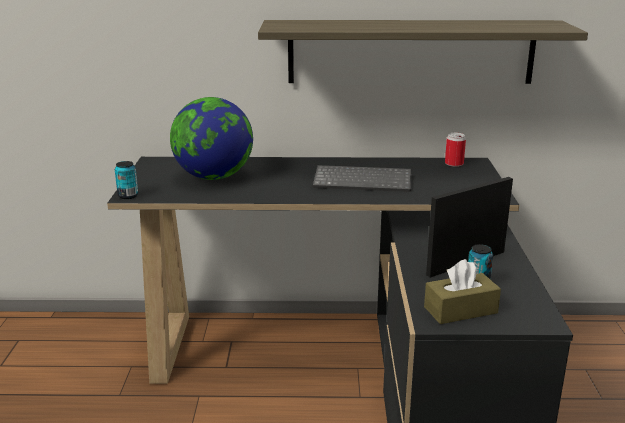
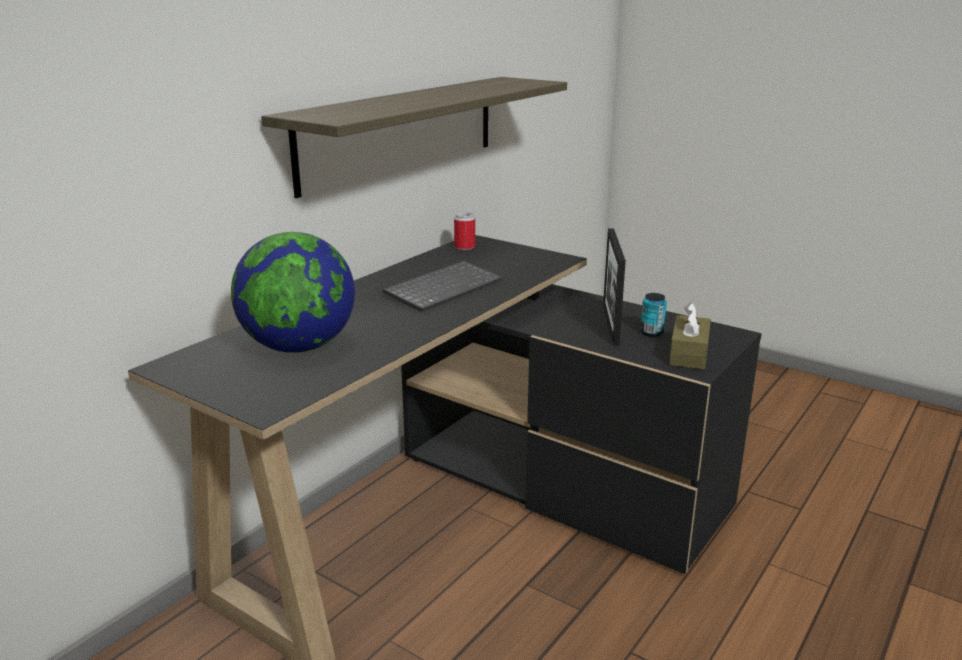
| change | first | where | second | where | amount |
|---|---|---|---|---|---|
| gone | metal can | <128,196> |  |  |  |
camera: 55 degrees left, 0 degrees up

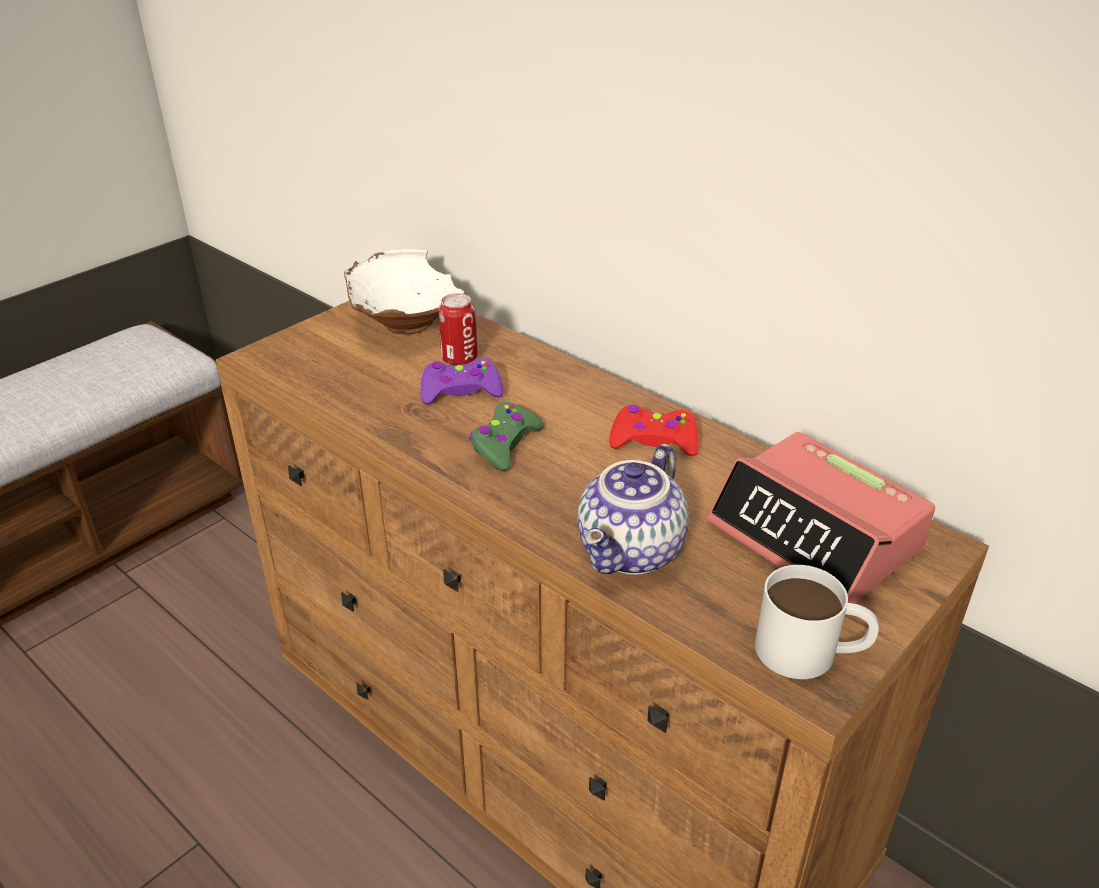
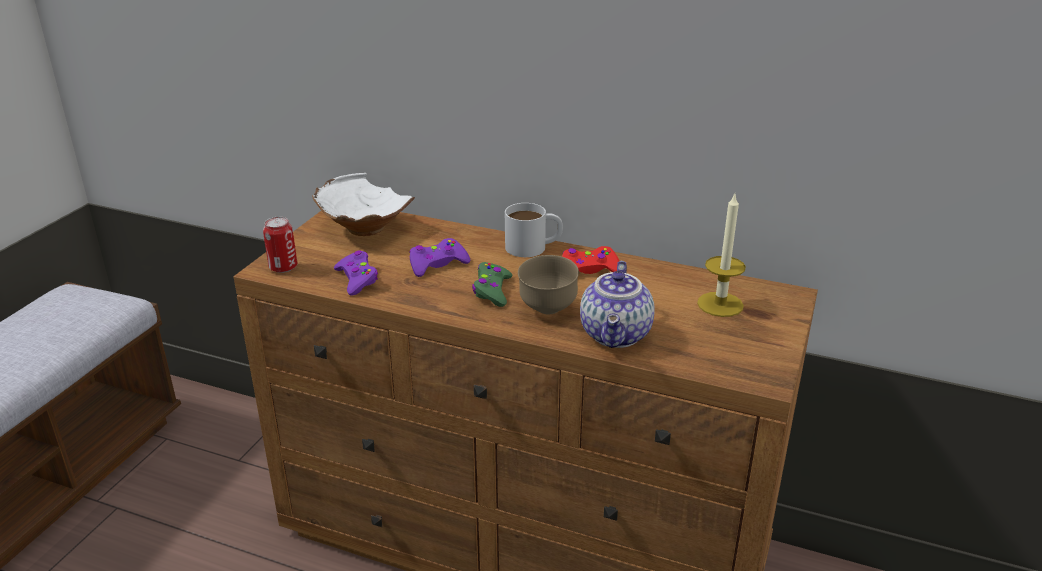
| change | first | where | second | where | amount |
|---|---|---|---|---|---|
| shifted | metal can | <459,359> |  | <283,267> |  |
| swapped | table clock | <815,537> | candle | <720,304> |  |
| shifted | white-coloured mug | <811,651> |  | <533,247> |  |
| new |  |  | purplish game controller | <357,279> |  |
| new |  |  | brownish bowl | <547,310> |  |
camera: 20 degrees left, 5 degrees down

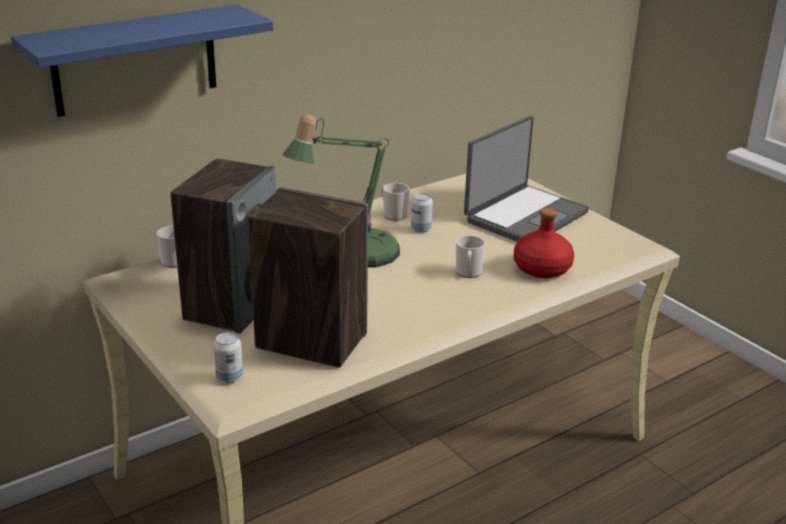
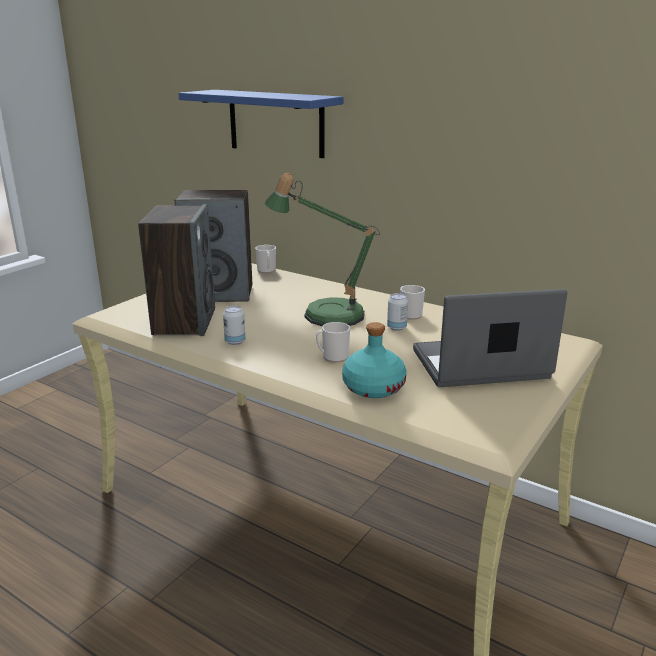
| change | first | where | second | where | amount |
|---|---|---|---|---|---|
| rotated | portable computer | <524,216> |  | <480,366> | 150 degrees clockwise |
| repainted | reddish bottle | <541,268> | turquoise bottle | <373,387> |  |
| shifted | metal can | <229,377> |  | <235,341> |  |
camera: 70 degrees right, 5 degrees down

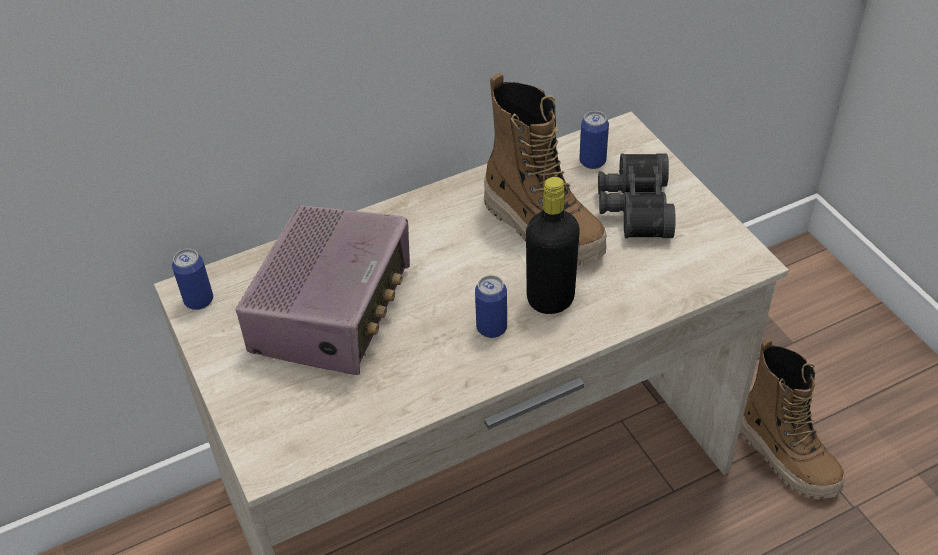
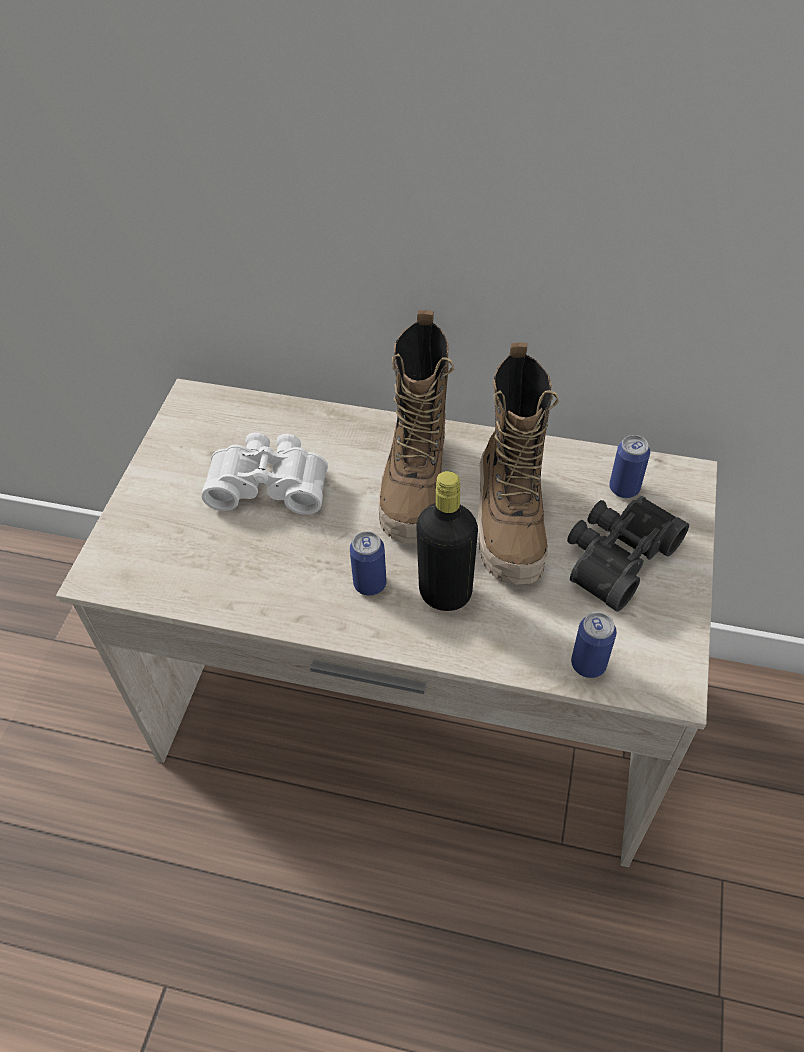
| change | first | where | second | where | amount |
|---|---|---|---|---|---|
| swapped | radio | <333,310> | white-coloured binoculars | <270,483> |  |
| shifted | metal can | <199,300> |  | <588,664> |  |
| shifted | boot | <786,457> |  | <416,487> |  |
camera: 40 degrees right, 5 degrees up

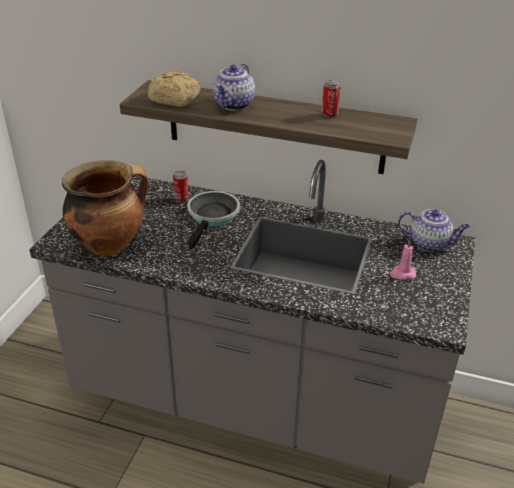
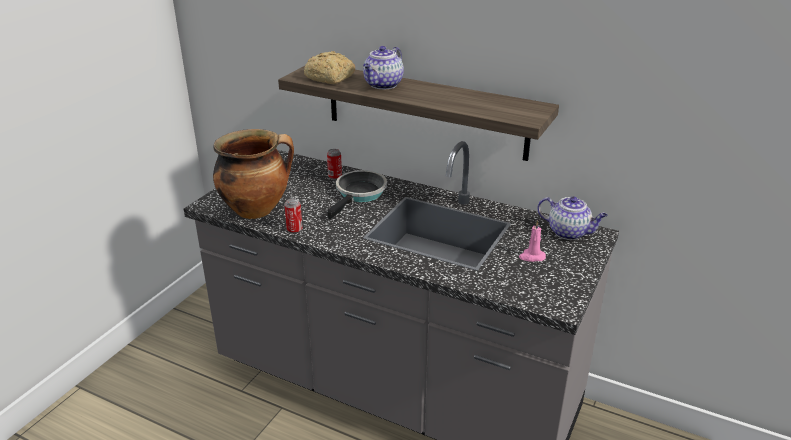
| change | first | where | second | where | amount |
|---|---|---|---|---|---|
| shifted | metal can | <329,114> |  | <294,230> |  |
camera: 10 degrees right, 5 degrees down

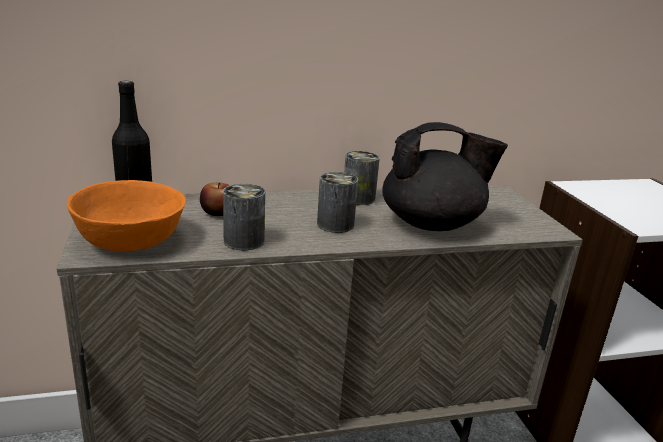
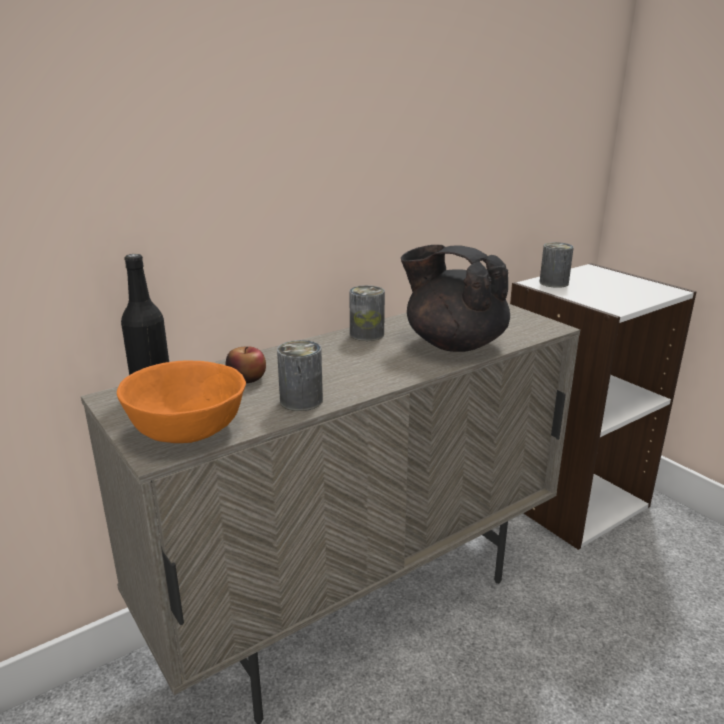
| change | first | where | second | where | amount |
|---|---|---|---|---|---|
| rotated | blackish teapot | <432,224> |  | <453,344> | 120 degrees counterclockwise |
| shifted | metal can | <335,224> |  | <554,283> |  |
camera: 20 degrees left, 0 degrees up

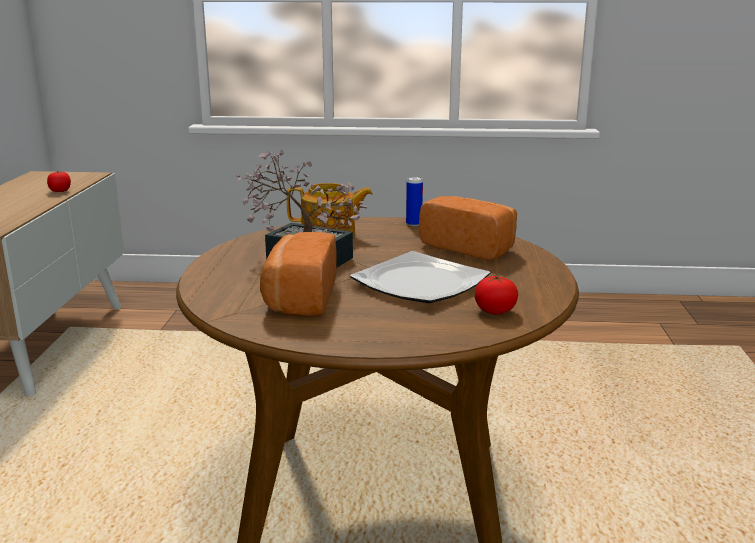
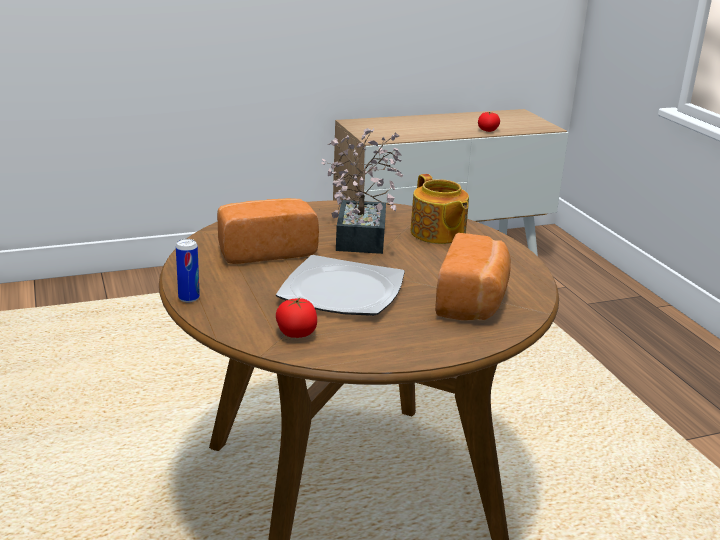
| change | first | where | second | where | amount |
|---|---|---|---|---|---|
| shifted | metal can | <414,224> |  | <189,298> |  |
camera: 65 degrees right, 5 degrees up

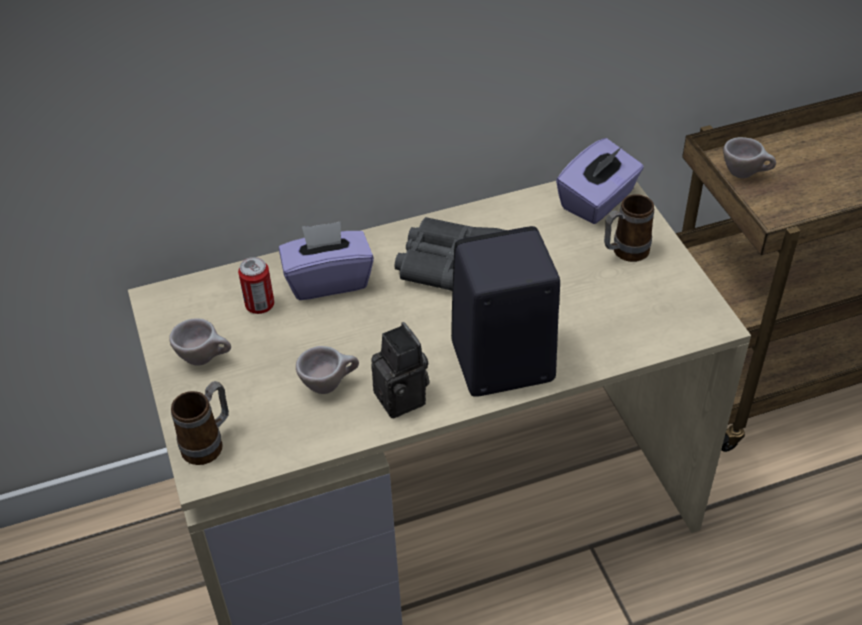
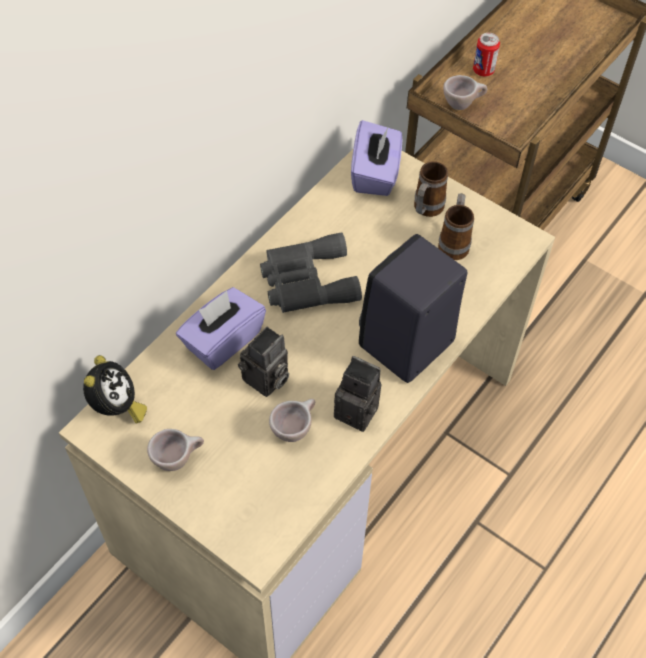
| change | first | where | second | where | amount |
|---|---|---|---|---|---|
| shifted | metal can | <260,305> |  | <483,71> |  |
| shifted | mug | <209,443> |  | <454,243> |  |
| new |  |  | still camera | <266,380> |  |
| new |  |  | table clock | <116,408> |  |
camera: 35 degrees left, 10 degrees up

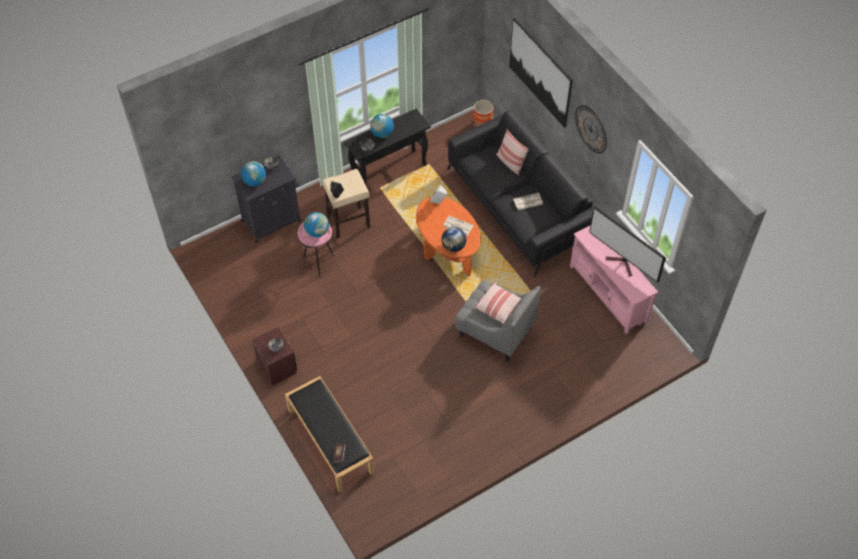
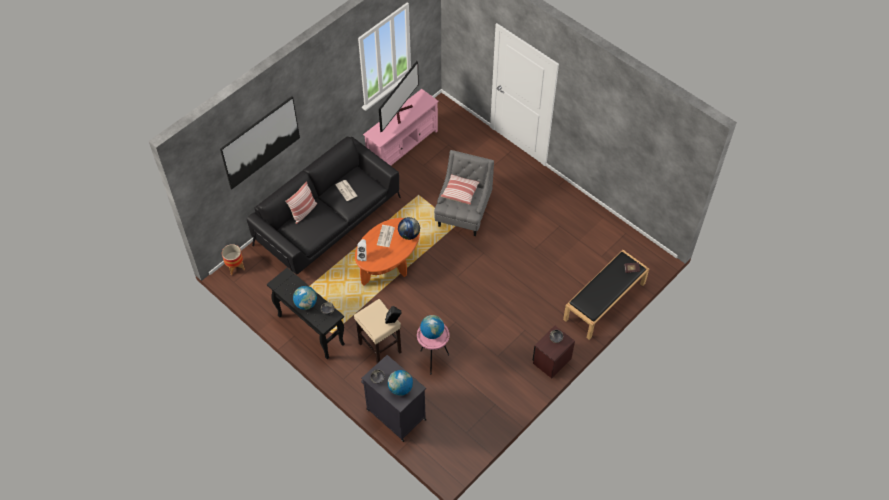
| change | first | where | second | where | amount |
|---|---|---|---|---|---|
| gone | hanging clock | <591,129> |  |  |  |
camera: 105 degrees left, 0 degrees up

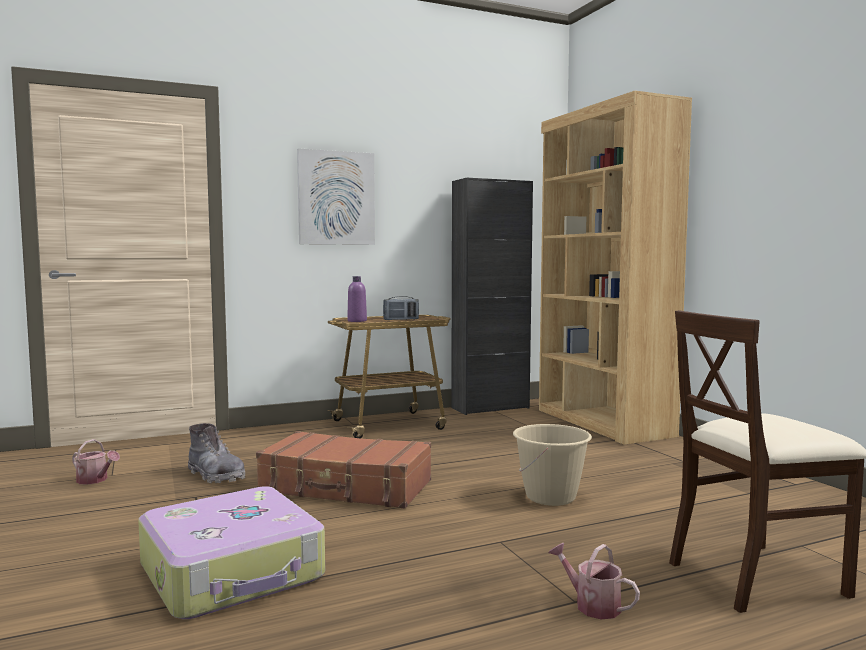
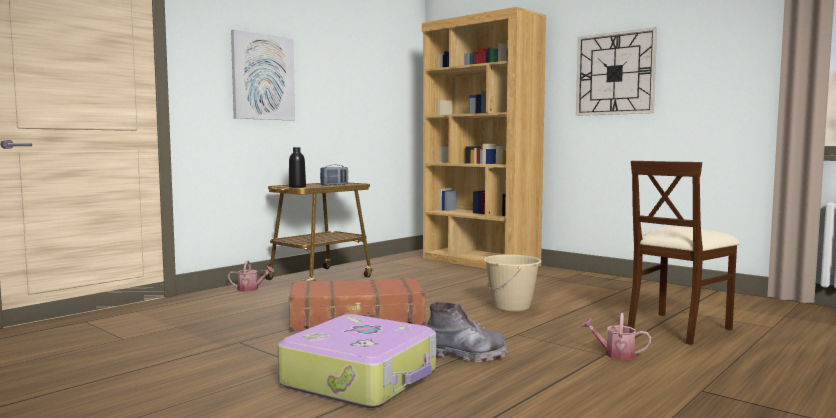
| change | first | where | second | where | amount |
|---|---|---|---|---|---|
| gone | blackish cabinet | <490,408> |  |  |  |
| repainted | purplish bottle | <357,321> | blackish bottle | <297,187> |  |
| shifted | gray boot | <216,475> |  | <465,355> |  |
| shifted | watering pot | <95,480> |  | <251,289> |  |
| new |  |  | hanging clock | <615,73> |  |
camera: 25 degrees left, 0 degrees up

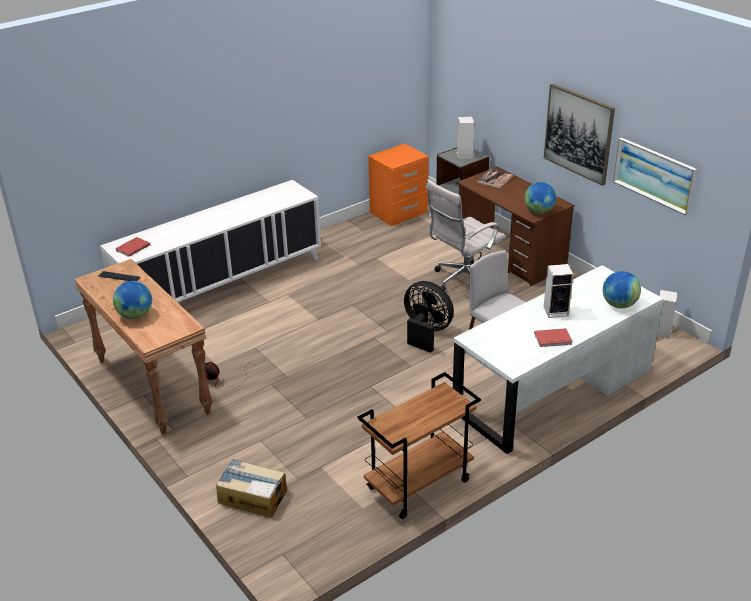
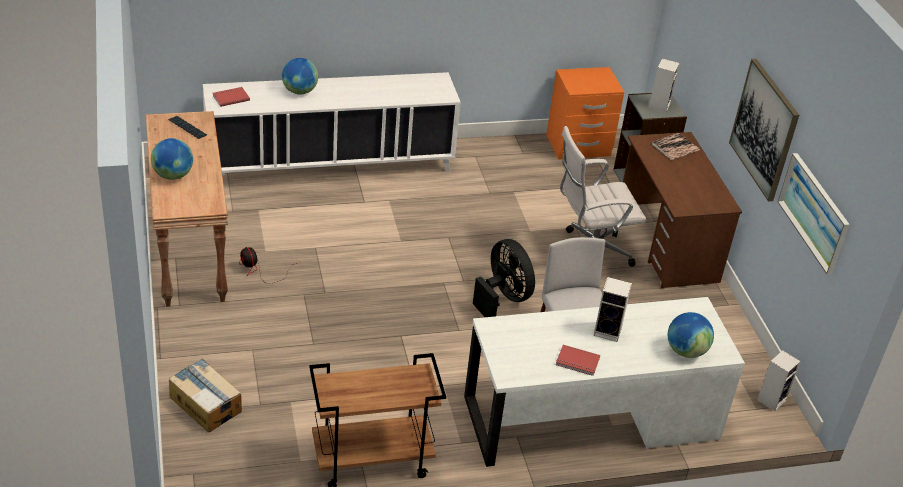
| change | first | where | second | where | amount |
|---|---|---|---|---|---|
| shifted | desk globe | <539,211> |  | <299,91> |  |
camera: 20 degrees right, 5 degrees up

